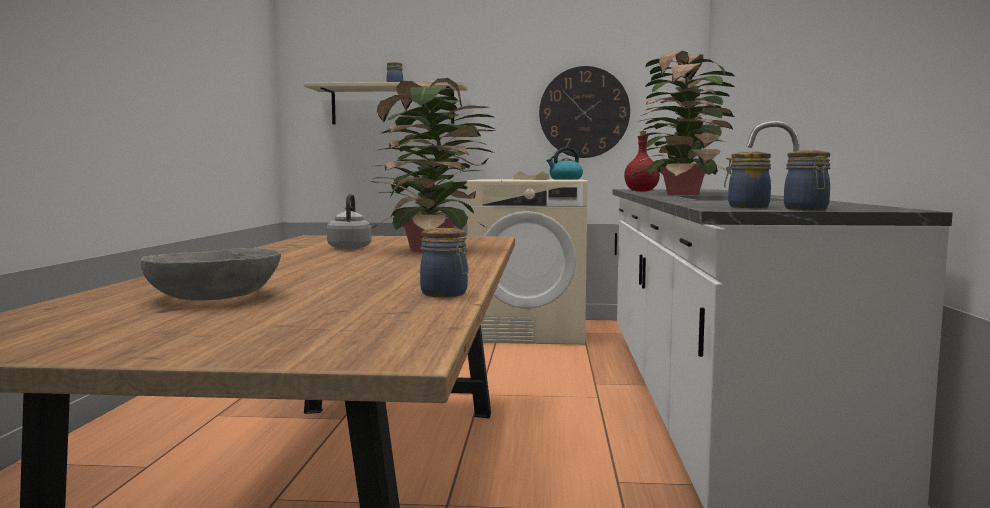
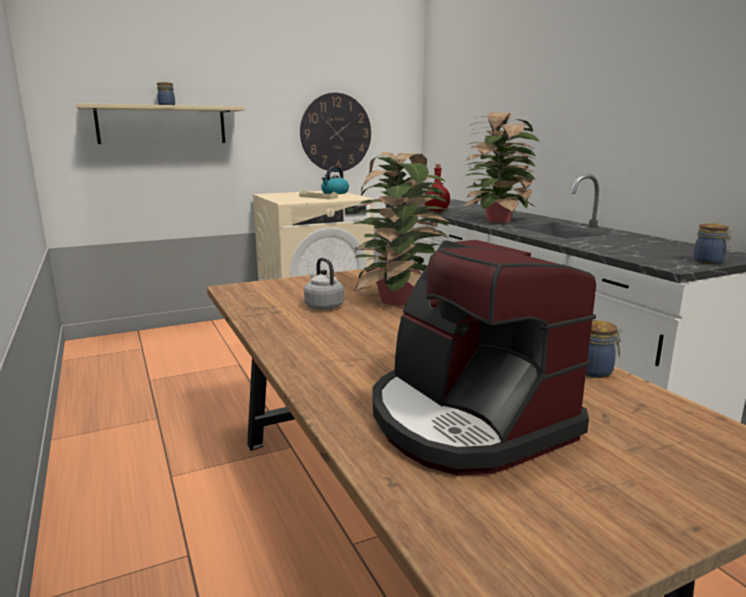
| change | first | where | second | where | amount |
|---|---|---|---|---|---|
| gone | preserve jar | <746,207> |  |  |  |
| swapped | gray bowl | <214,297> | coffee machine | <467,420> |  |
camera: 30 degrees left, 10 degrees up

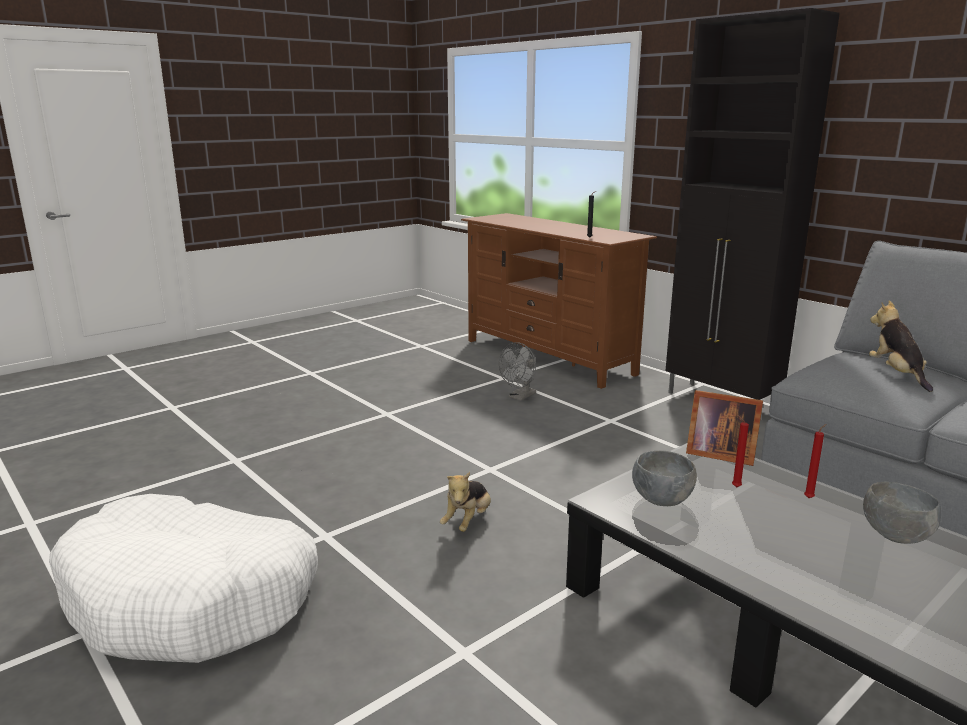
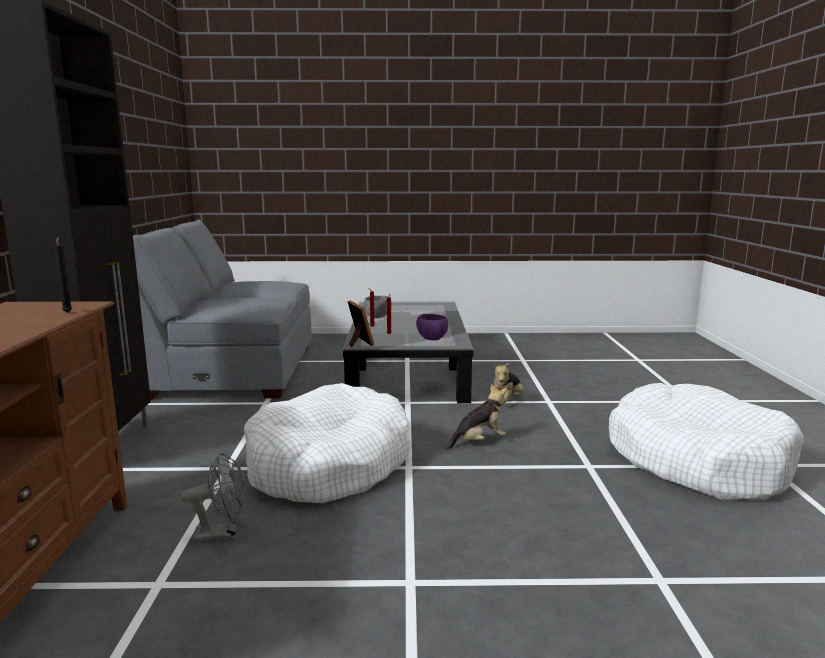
| change | first | where | second | where | amount |
|---|---|---|---|---|---|
| shifted | soft toy | <896,374> |  | <507,401> |  |
| repainted | gray bowl | <661,500> | purplish bowl | <432,339> |  |
| new |  |  | white-coloured dog bed | <328,464> |  |
camera: 140 degrees left, 5 degrees down

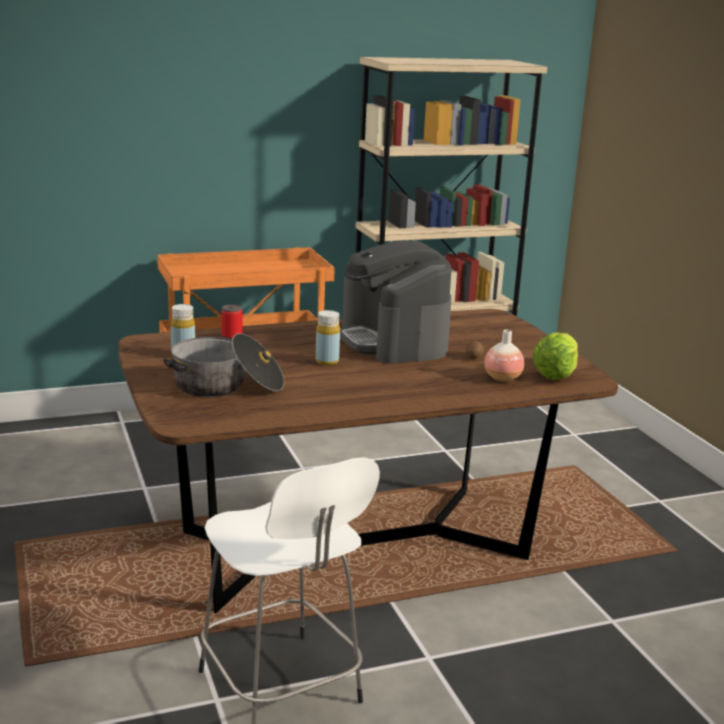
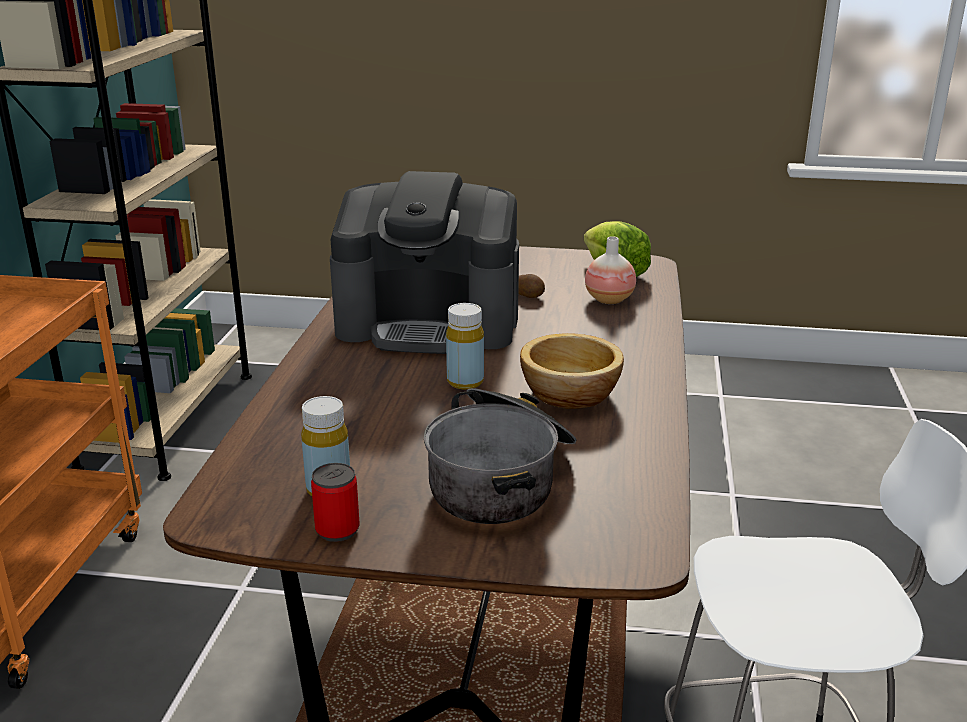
| change | first | where | second | where | amount |
|---|---|---|---|---|---|
| shifted | metal can | <231,337> |  | <337,530> |  |
| new |  |  | bowl | <572,394> |  |
camera: 60 degrees left, 5 degrees up

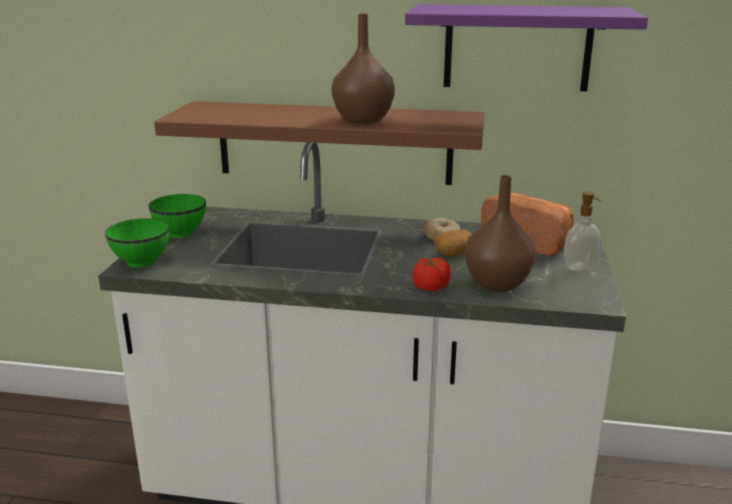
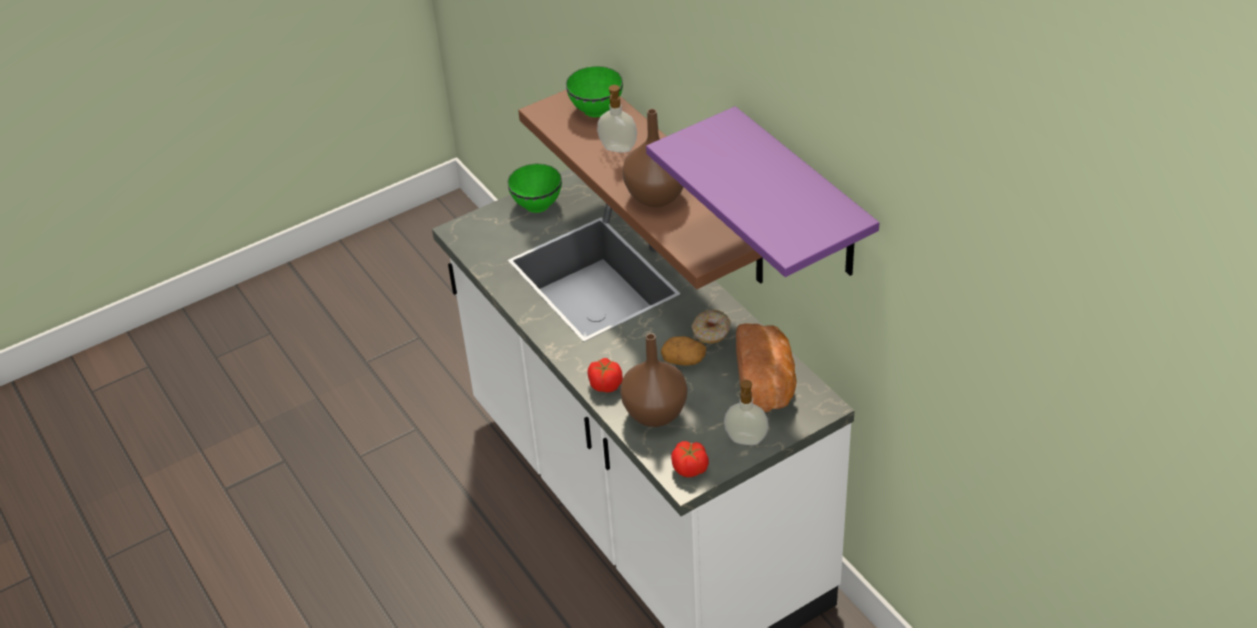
| change | first | where | second | where | amount |
|---|---|---|---|---|---|
| shifted | greenish bowl | <141,262> |  | <596,109> |  |
| new |  |  | soap bottle | <618,149> |  |
| new |  |  | whole tomato | <690,468> |  |
camera: 50 degrees right, 20 degrees up

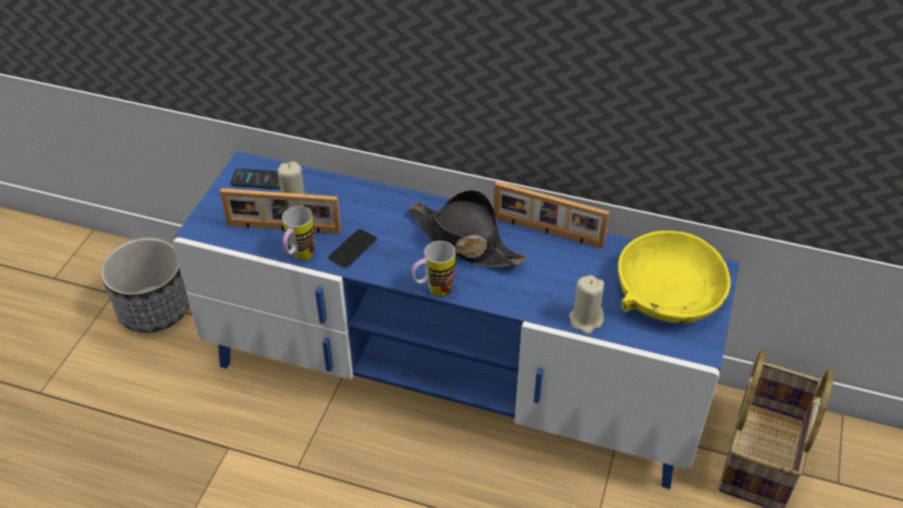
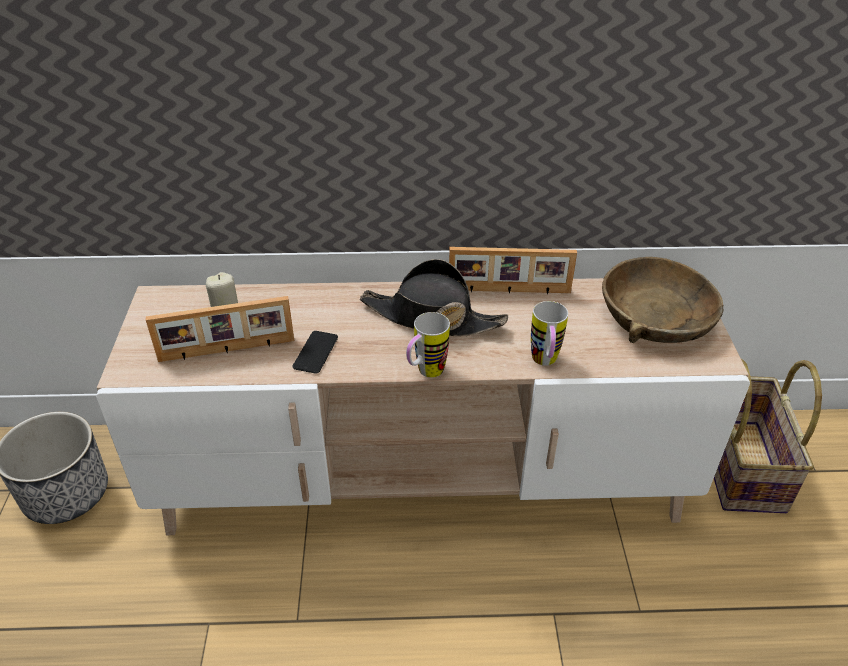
| change | first | where | second | where | amount |
|---|---|---|---|---|---|
| repainted | blue-coloured media console | <451,380> | beige-coloured media console | <423,478> |  |
| gone | telephone | <258,180> |  |  |  |
| shifted | mug | <299,258> |  | <545,363> |  |
| repainted | yellow bowl | <669,292> | brownish bowl | <656,317> |  |
| gone | beige-coloured candle | <586,320> |  |  |  |
camera: 20 degrees left, 5 degrees down

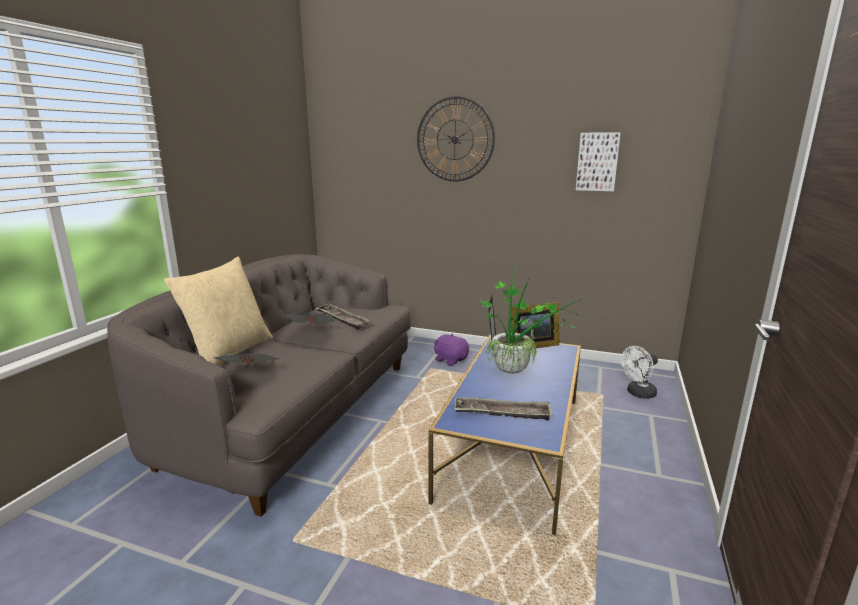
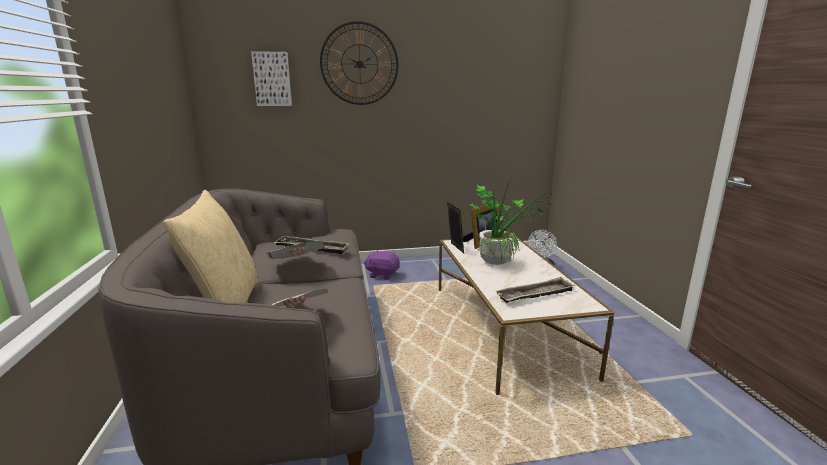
| change | first | where | second | where | amount |
|---|---|---|---|---|---|
| shifted | wall art | <597,162> |  | <272,79> |  |
| repainted | blue-coloured coffee table | <513,446> | white-coloured coffee table | <505,328> |  |
camera: 30 degrees left, 0 degrees up

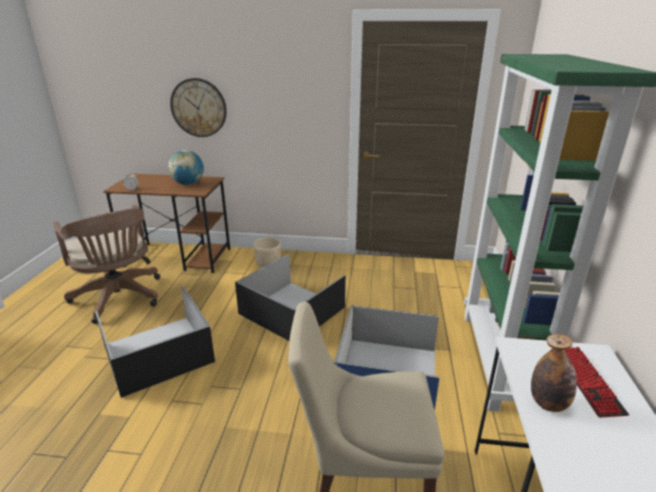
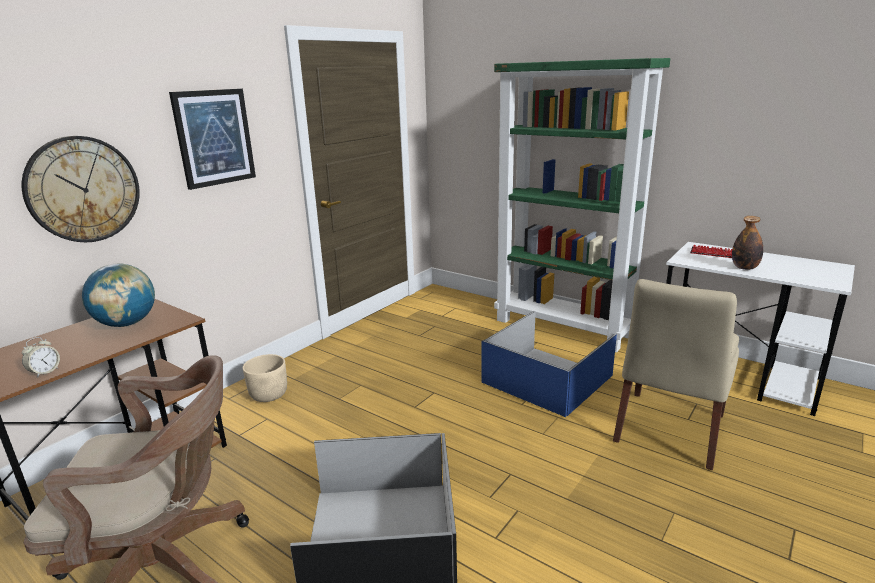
| change | first | where | second | where | amount |
|---|---|---|---|---|---|
| gone | blackish storage box | <293,311> |  |  |  |
| new |  |  | wall art | <214,137> |  |
camera: 60 degrees left, 5 degrees down

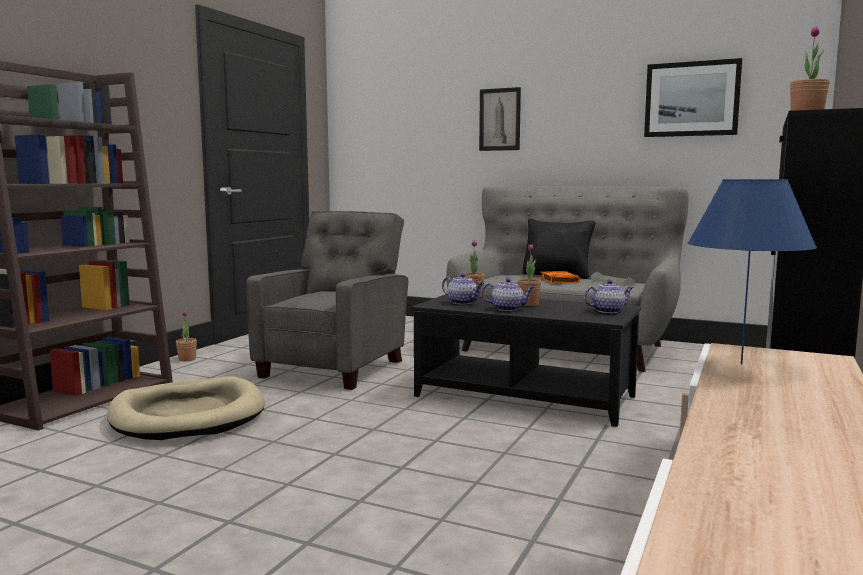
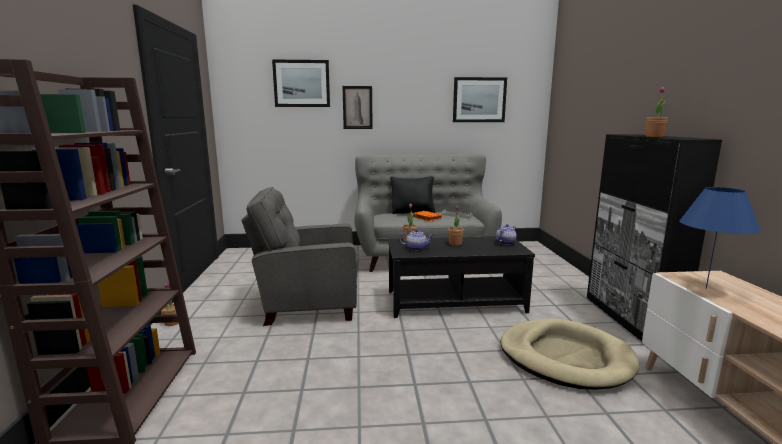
| change | first | where | second | where | amount |
|---|---|---|---|---|---|
| rotated | gray lounge chair | <335,368> |  | <307,305> | 90 degrees counterclockwise |
| gone | teapot | <508,309> |  |  |  |
| shifted | beige-coloured dog bed | <188,415> |  | <565,357> |  |
| new |  |  | wall art | <301,83> |  |
camera: 30 degrees left, 5 degrees up

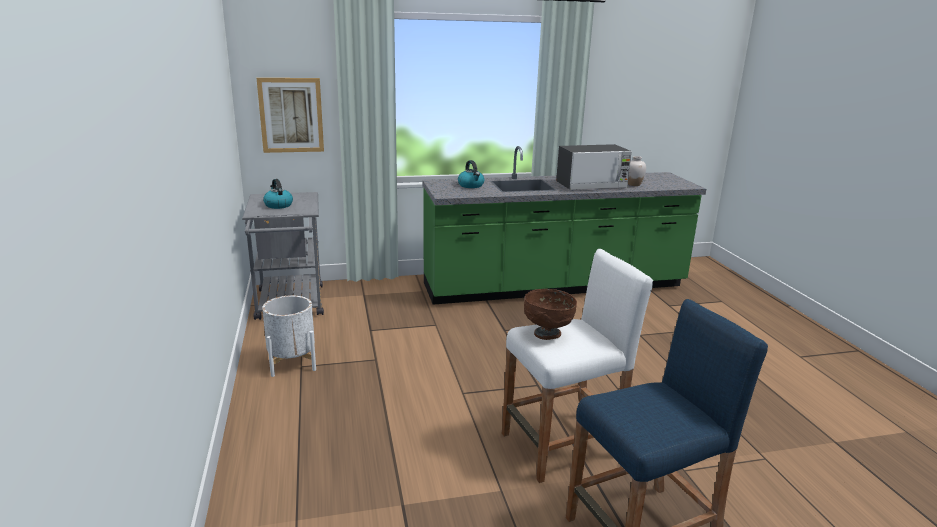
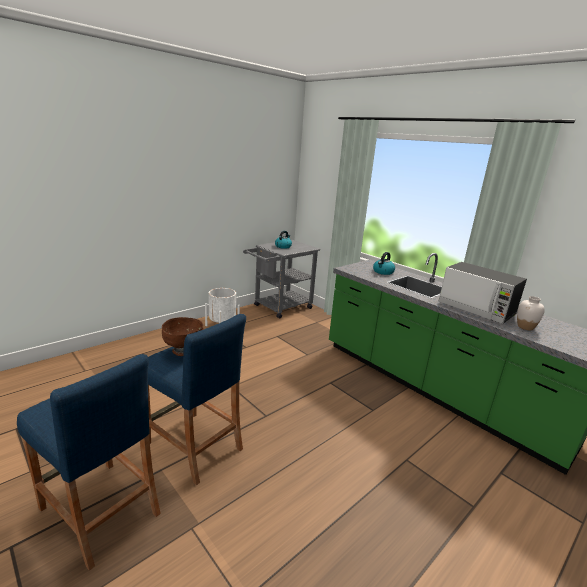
| change | first | where | second | where | amount |
|---|---|---|---|---|---|
| gone | wall art | <291,115> |  |  |  |
| repainted | white-coloured sitting stool | <564,445> | blue-coloured sitting stool | <194,446> |  |
camera: 60 degrees right, 0 degrees up

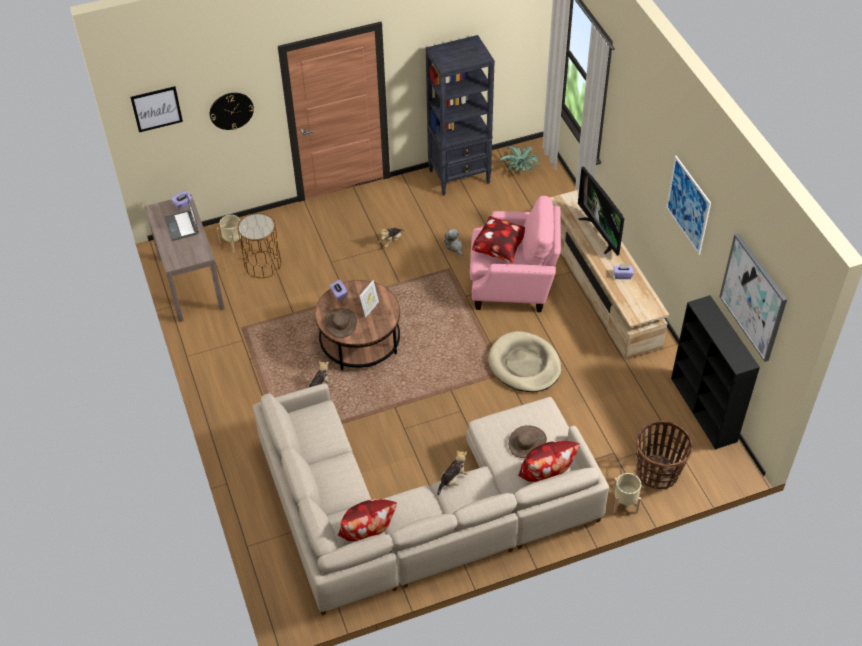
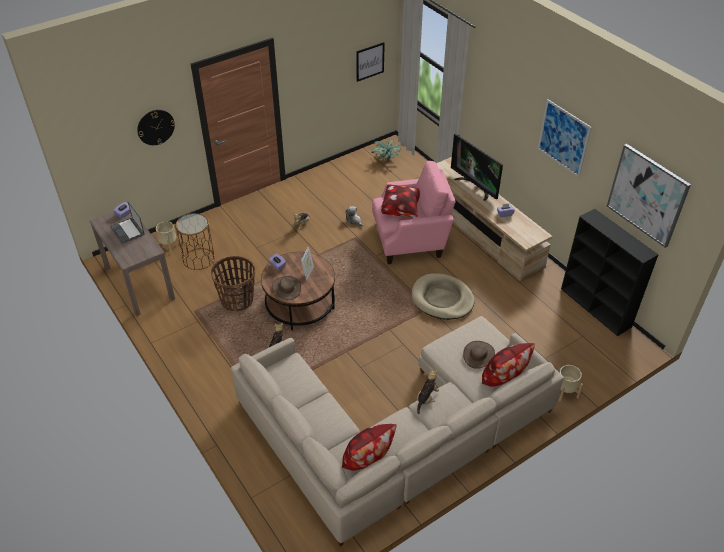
| change | first | where | second | where | amount |
|---|---|---|---|---|---|
| gone | blackish shelving unit | <460,177> |  |  |  |
| shifted | wall art | <156,109> |  | <370,61> |  |
| shifted | household basket | <657,473> |  | <237,300> |  |
camera: 15 degrees left, 5 degrees down

